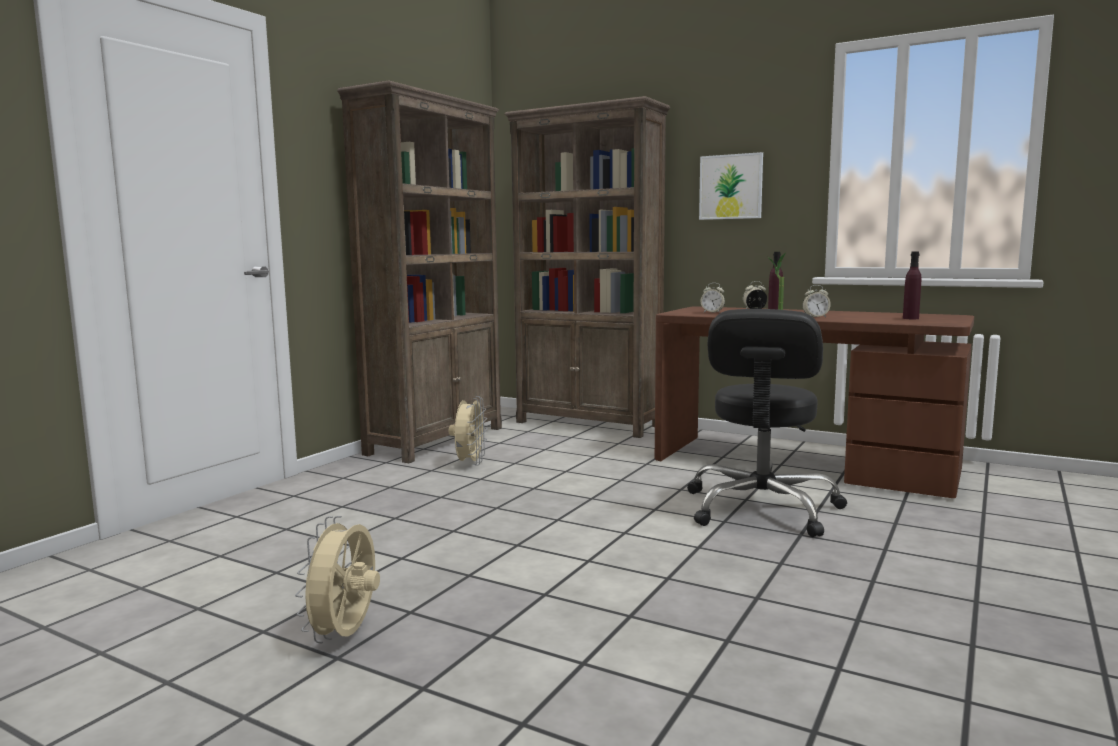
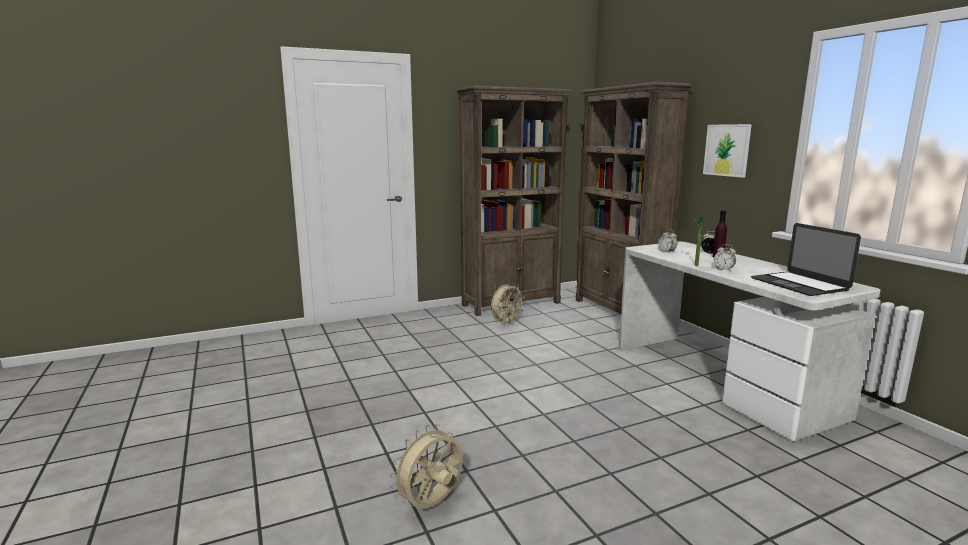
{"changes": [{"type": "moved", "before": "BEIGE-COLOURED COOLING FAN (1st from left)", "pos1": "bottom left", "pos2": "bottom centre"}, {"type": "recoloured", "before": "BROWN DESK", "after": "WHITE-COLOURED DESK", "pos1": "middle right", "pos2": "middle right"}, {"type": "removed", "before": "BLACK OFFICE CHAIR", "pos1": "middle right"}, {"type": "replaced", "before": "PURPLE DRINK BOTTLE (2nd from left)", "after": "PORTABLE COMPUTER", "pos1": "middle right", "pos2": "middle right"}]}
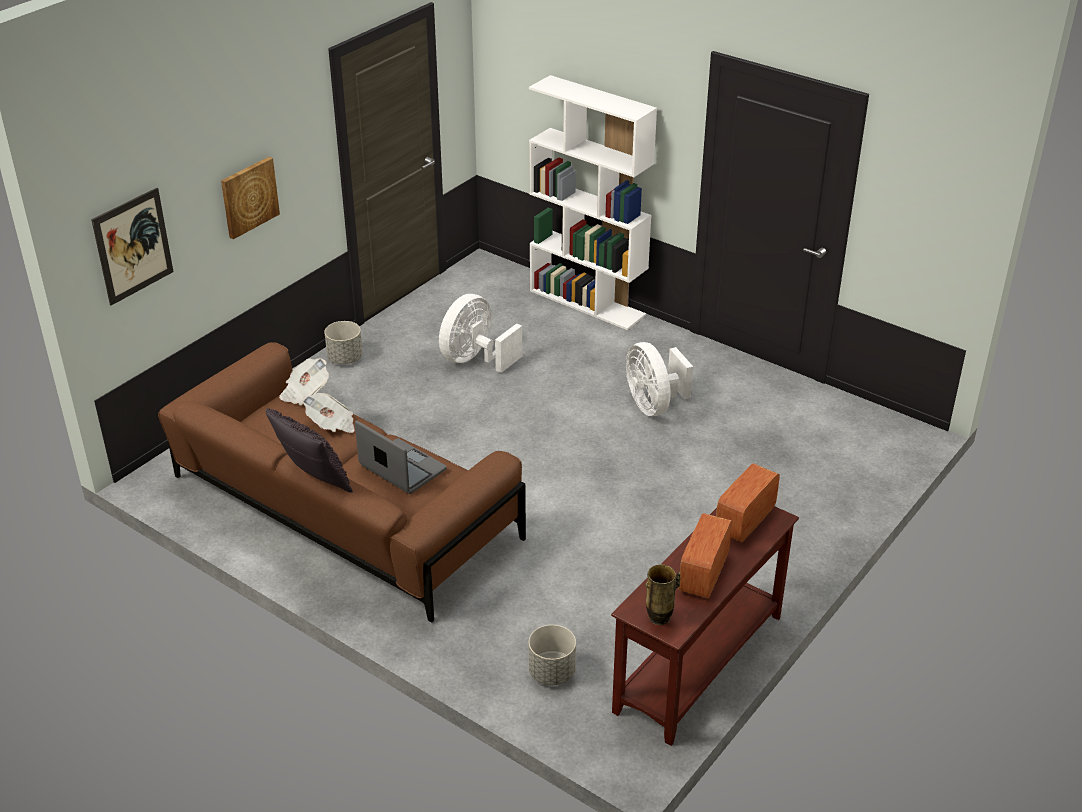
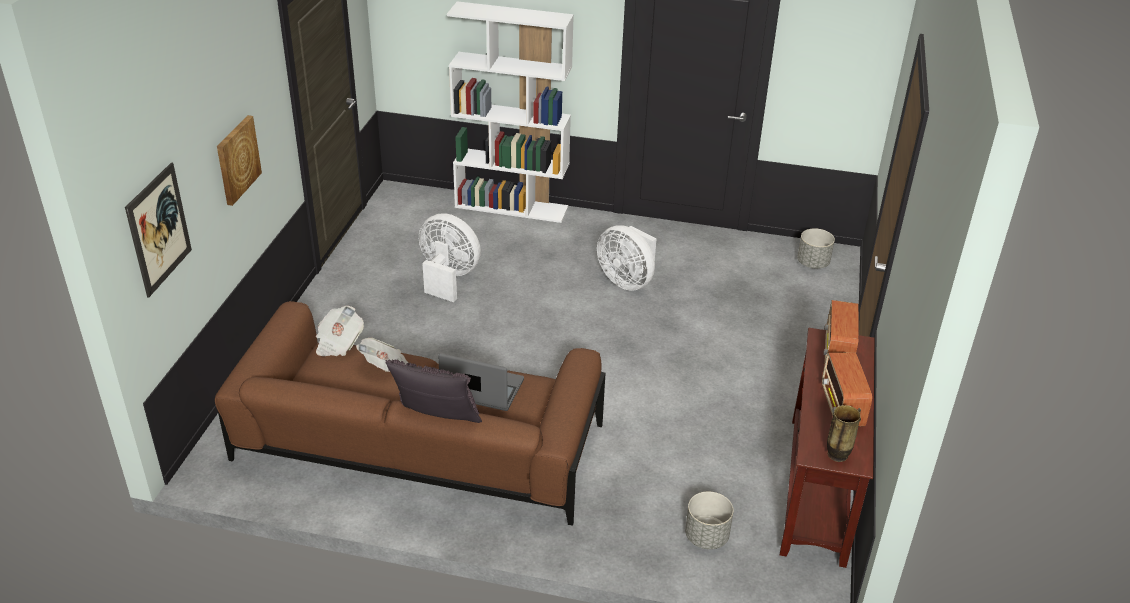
{"changes": [{"type": "moved", "before": "GREYISH PLANTER (1st from left in the first image)", "after": "GREYISH PLANTER (2nd from left)", "pos1": "middle left", "pos2": "middle right"}, {"type": "turned", "before": "WHITE-COLOURED COOLING FAN (1st from left)", "pos1": "centre", "pos2": "centre", "turn": 105}]}
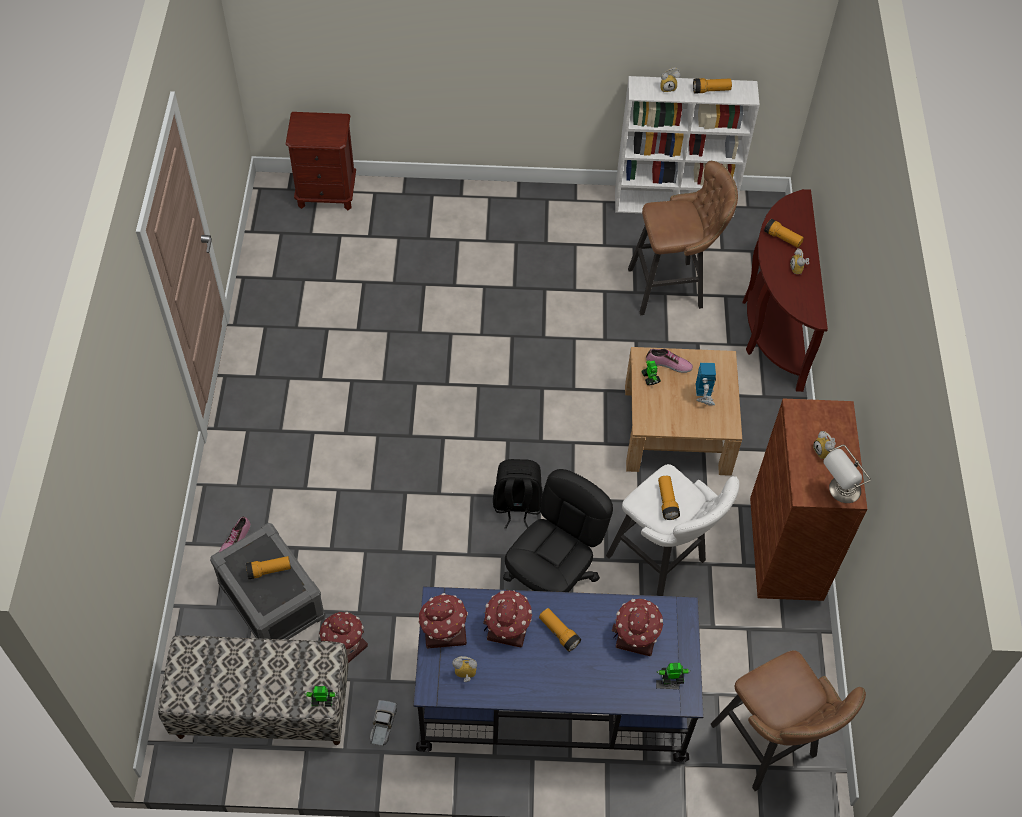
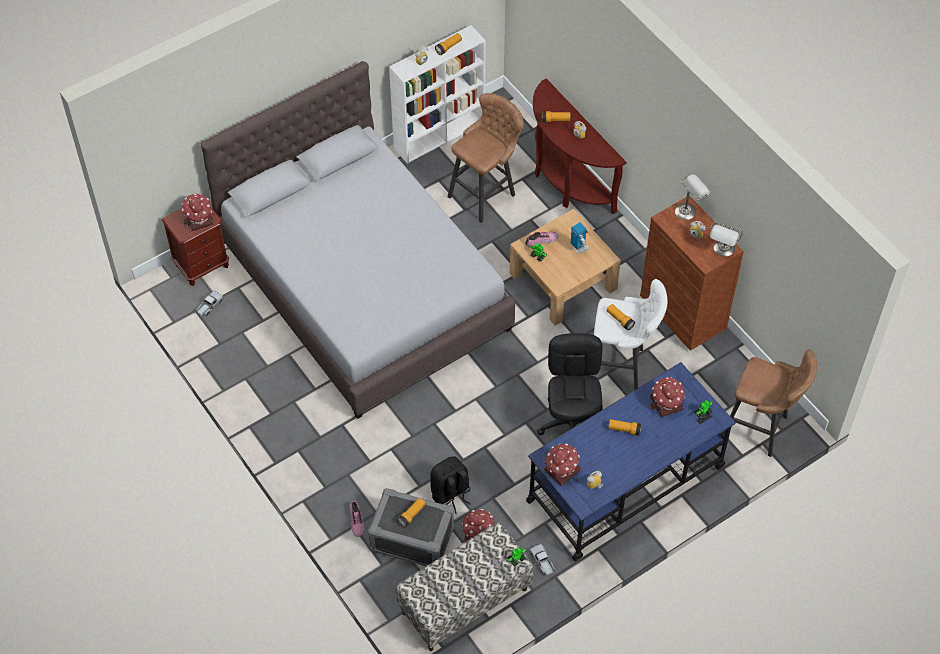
{"changes": [{"type": "moved", "before": "MODEL HOUSE (3rd from left in the first image)", "after": "MODEL HOUSE (1st from left)", "pos1": "bottom centre", "pos2": "top left"}, {"type": "moved", "before": "BLACK RUCKSACK", "pos1": "centre", "pos2": "bottom centre"}, {"type": "added", "after": "TOY TRUCK (1st from left)", "pos2": "middle left"}, {"type": "added", "after": "GREYISH BEDROOM BED", "pos2": "centre"}, {"type": "added", "after": "WHITE-COLOURED TABLE LAMP (1st from left)", "pos2": "top right"}]}
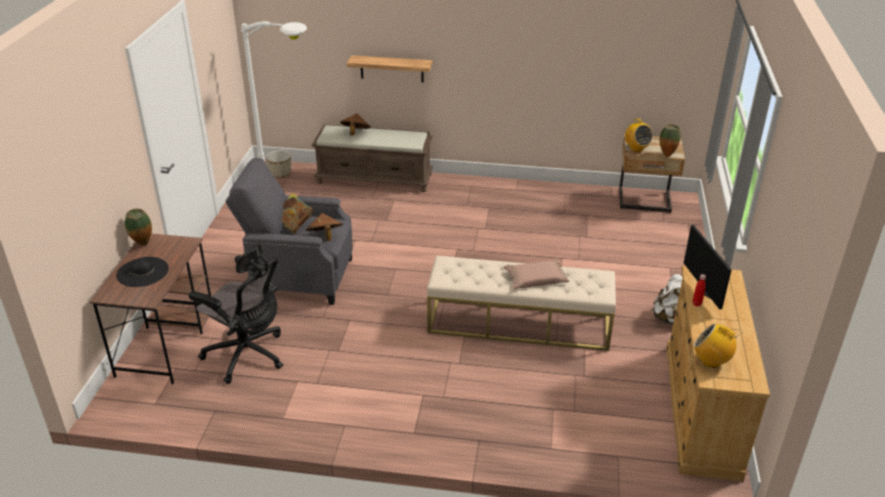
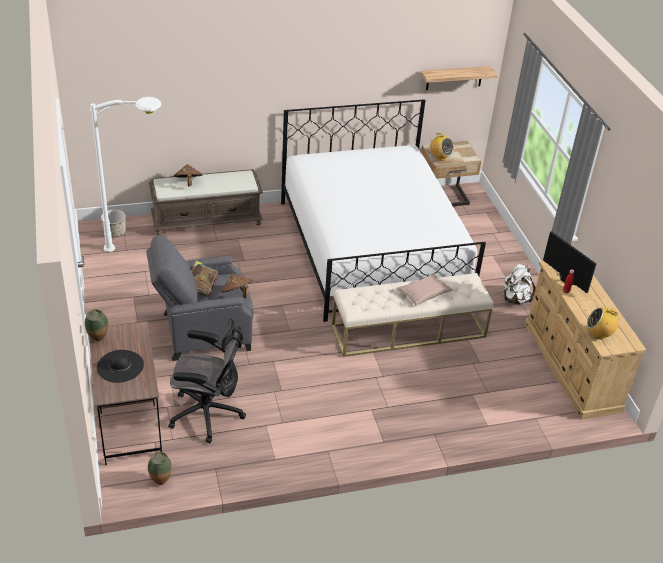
{"changes": [{"type": "moved", "before": "SHELF", "pos1": "top centre", "pos2": "top right"}, {"type": "moved", "before": "DECORATIVE VASE (2nd from left)", "pos1": "top right", "pos2": "bottom left"}, {"type": "added", "after": "WHITE-COLOURED BEDROOM BED", "pos2": "centre"}]}
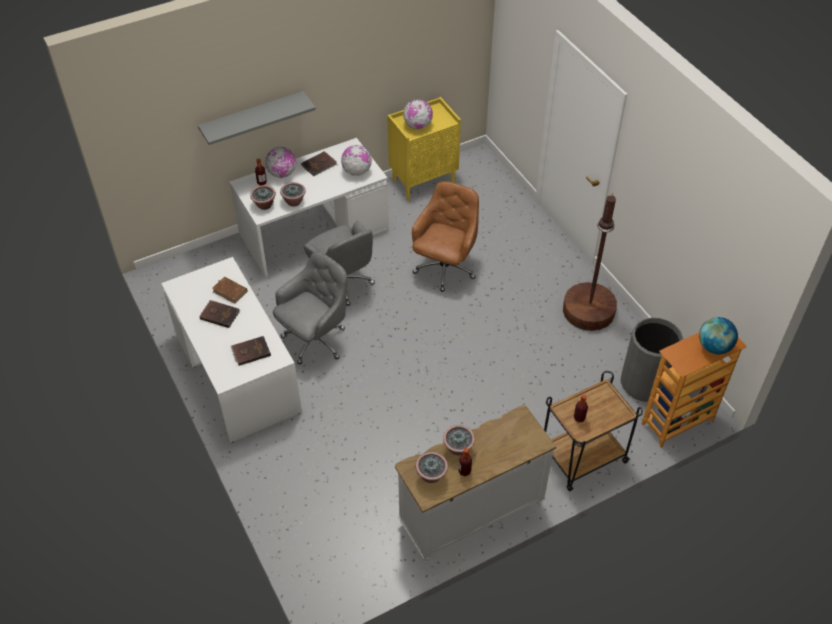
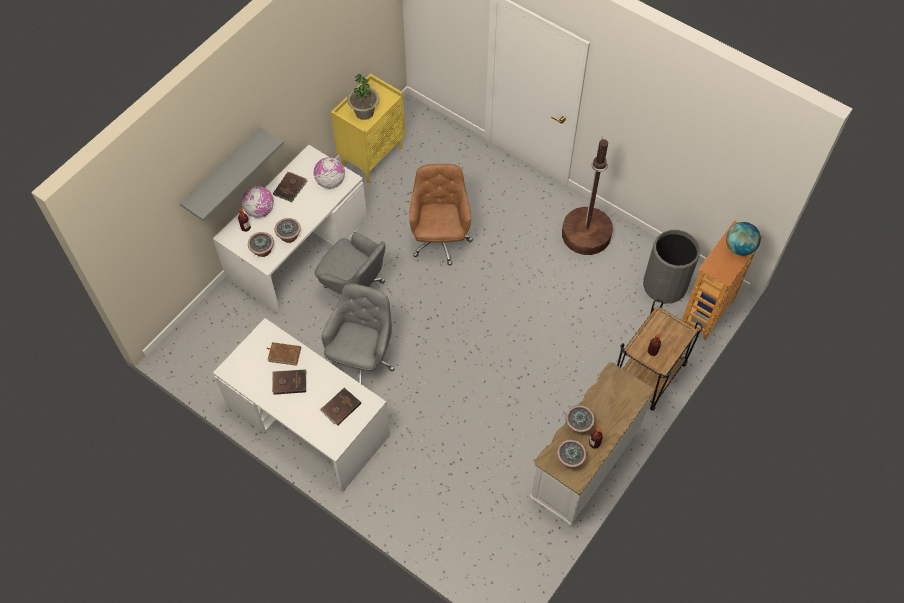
{"changes": [{"type": "replaced", "before": "GLOBE (3rd from left)", "after": "HOUSEPLANT (3rd from left)", "pos1": "top centre", "pos2": "top centre"}]}
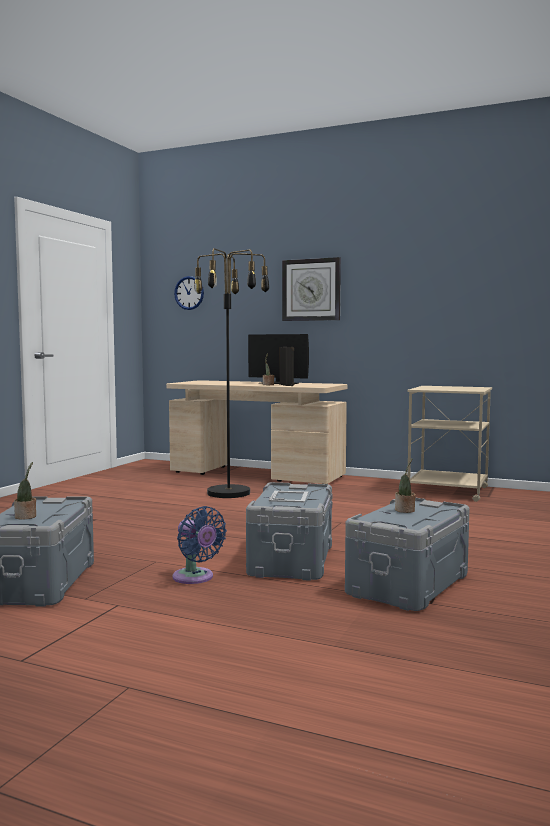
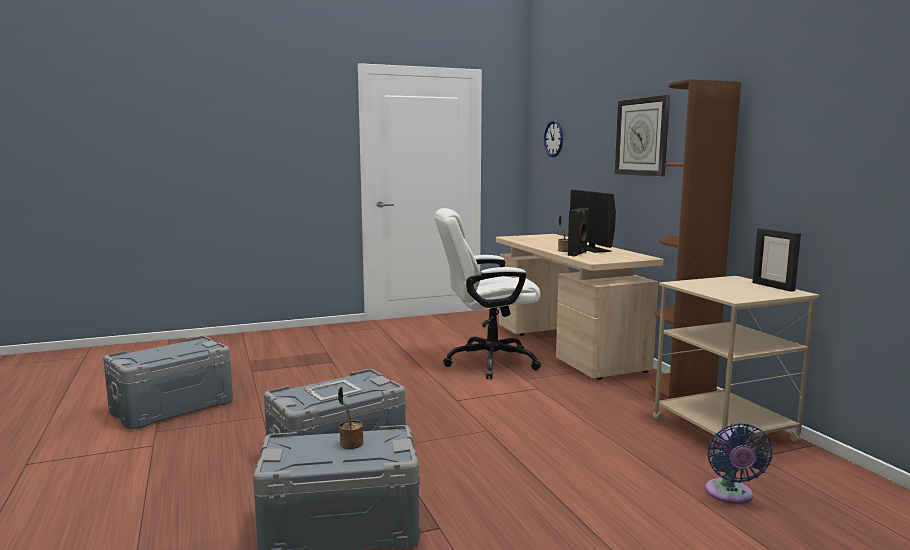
{"changes": [{"type": "removed", "before": "HOUSEPLANT (1st from left)", "pos1": "middle left"}, {"type": "moved", "before": "BLUE-COLOURED COOLING FAN", "pos1": "centre", "pos2": "bottom right"}, {"type": "replaced", "before": "STANDING LAMP", "after": "WHITE-COLOURED OFFICE CHAIR", "pos1": "centre", "pos2": "centre"}, {"type": "added", "after": "BROWN BOOKCASE", "pos2": "middle right"}, {"type": "added", "after": "PHOTO FRAME (2nd from left)", "pos2": "middle right"}]}
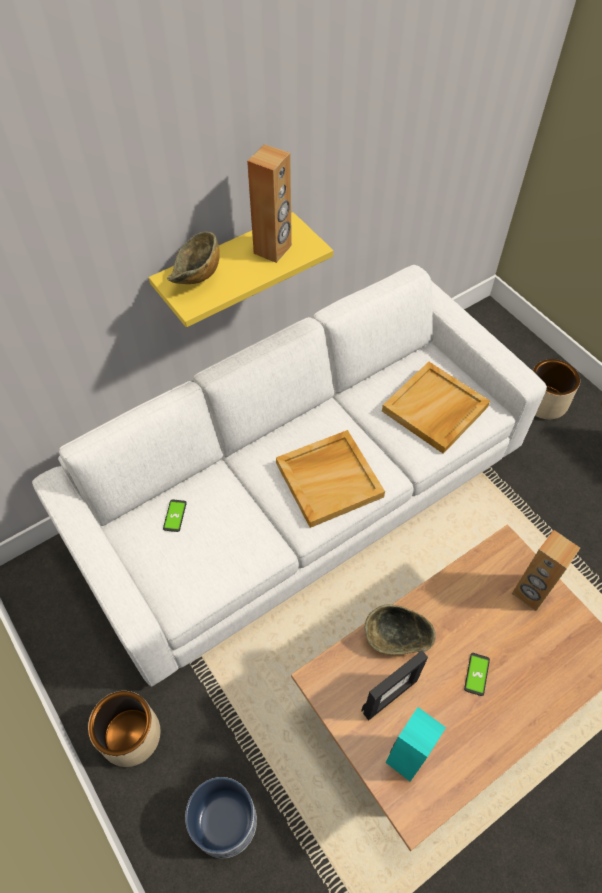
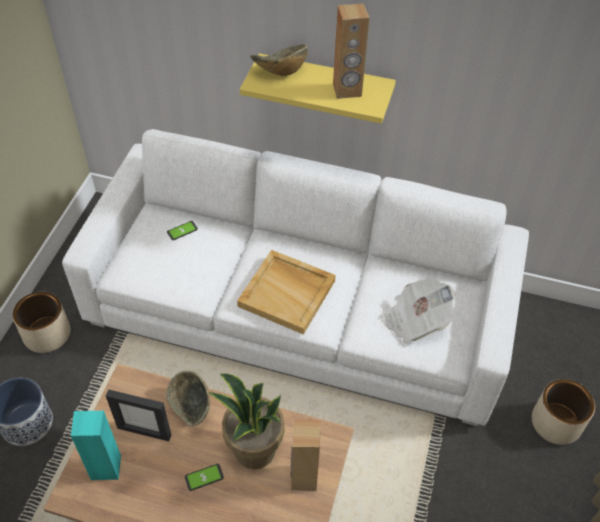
{"changes": [{"type": "replaced", "before": "BEIGE-COLOURED TRAY (2nd from left)", "after": "NEWSPAPER", "pos1": "middle right", "pos2": "middle right"}, {"type": "added", "after": "HOUSEPLANT", "pos2": "bottom centre"}]}
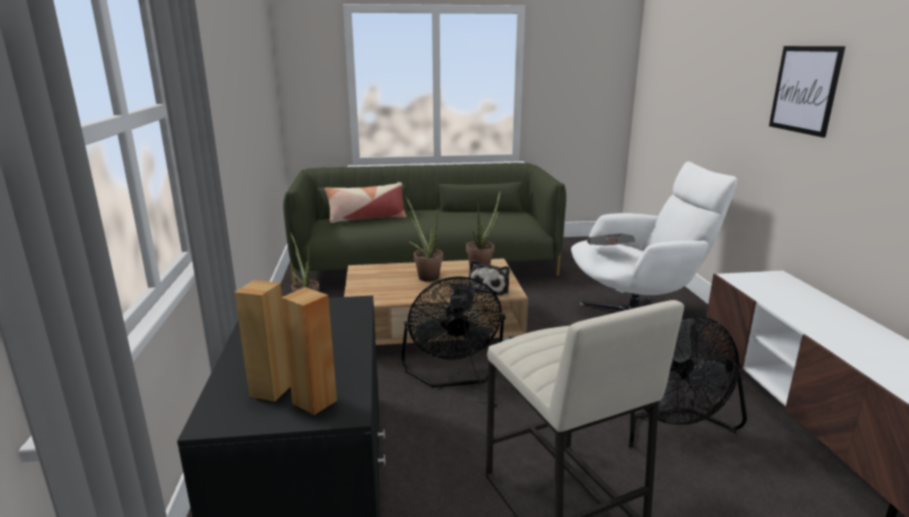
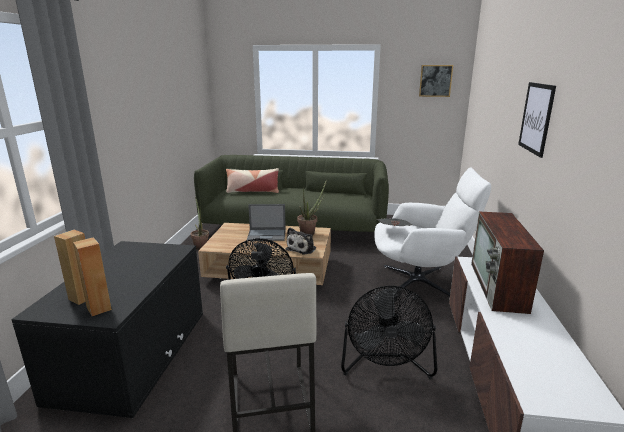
{"changes": [{"type": "replaced", "before": "HOUSEPLANT (2nd from left)", "after": "PORTABLE COMPUTER", "pos1": "centre", "pos2": "centre"}, {"type": "added", "after": "WALL PICTURE (1st from left)", "pos2": "top right"}, {"type": "added", "after": "TV SET", "pos2": "middle right"}]}
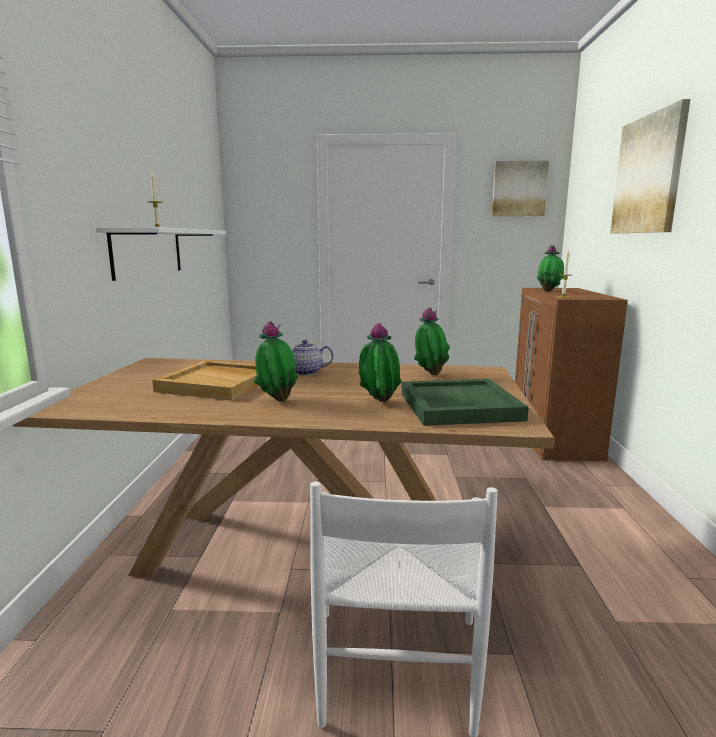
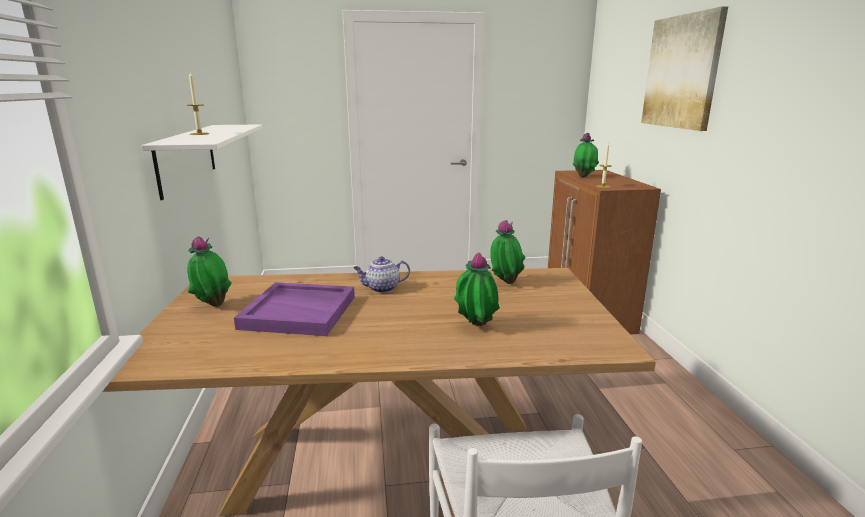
{"changes": [{"type": "recoloured", "before": "BEIGE-COLOURED TRAY", "after": "PURPLE TRAY", "pos1": "middle left", "pos2": "centre"}, {"type": "moved", "before": "HOUSEPLANT (1st from left)", "pos1": "centre", "pos2": "middle left"}, {"type": "removed", "before": "GREEN TRAY", "pos1": "centre"}, {"type": "removed", "before": "WALL PICTURE (1st from left)", "pos1": "top right"}]}
